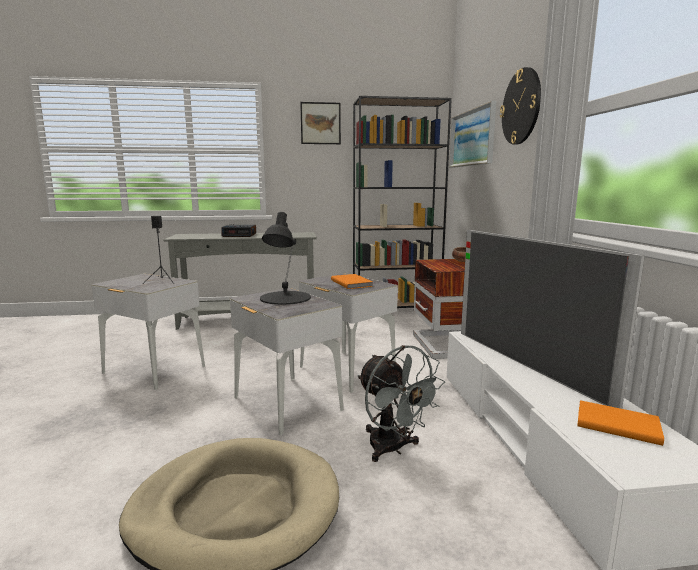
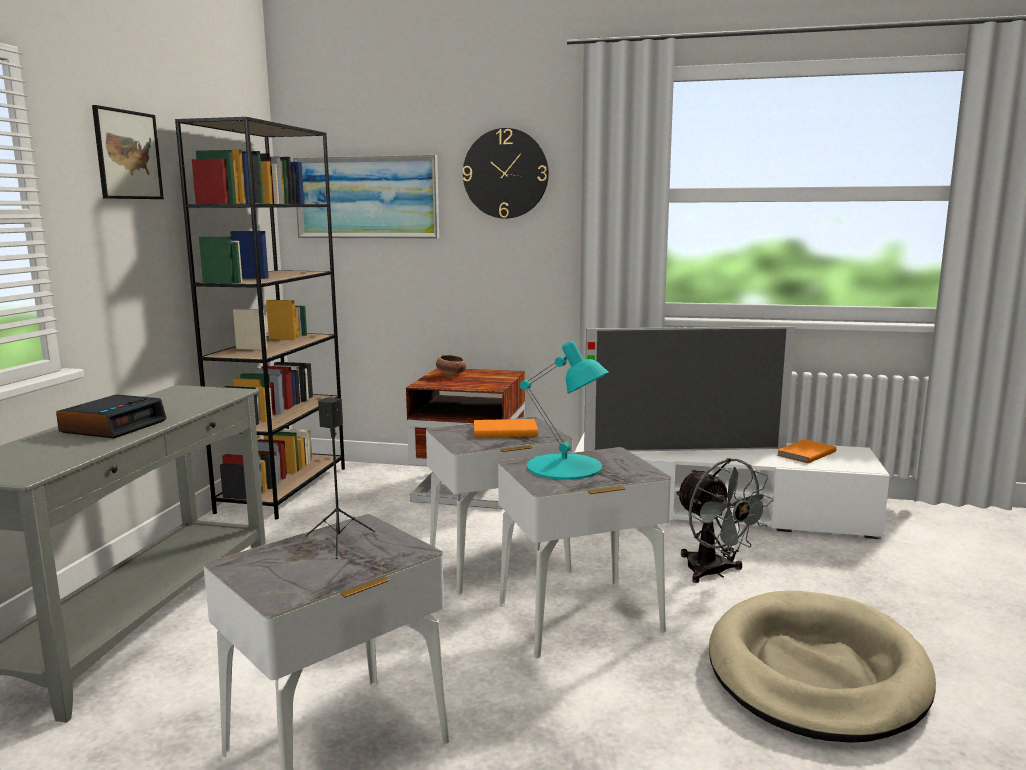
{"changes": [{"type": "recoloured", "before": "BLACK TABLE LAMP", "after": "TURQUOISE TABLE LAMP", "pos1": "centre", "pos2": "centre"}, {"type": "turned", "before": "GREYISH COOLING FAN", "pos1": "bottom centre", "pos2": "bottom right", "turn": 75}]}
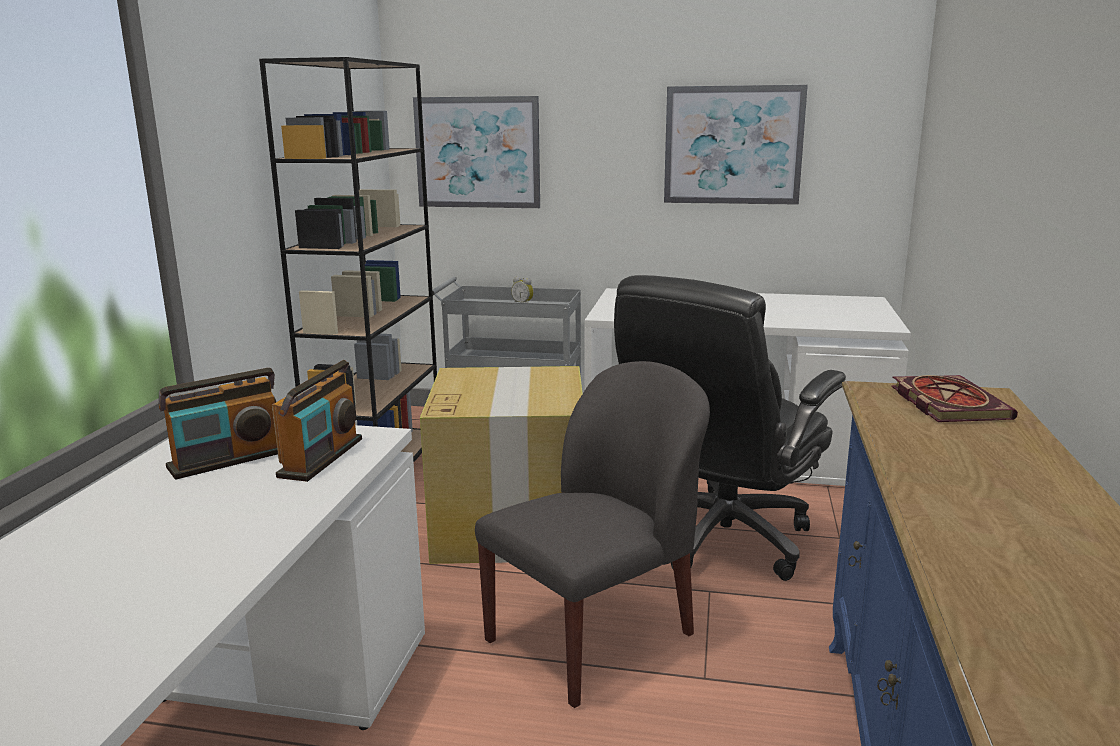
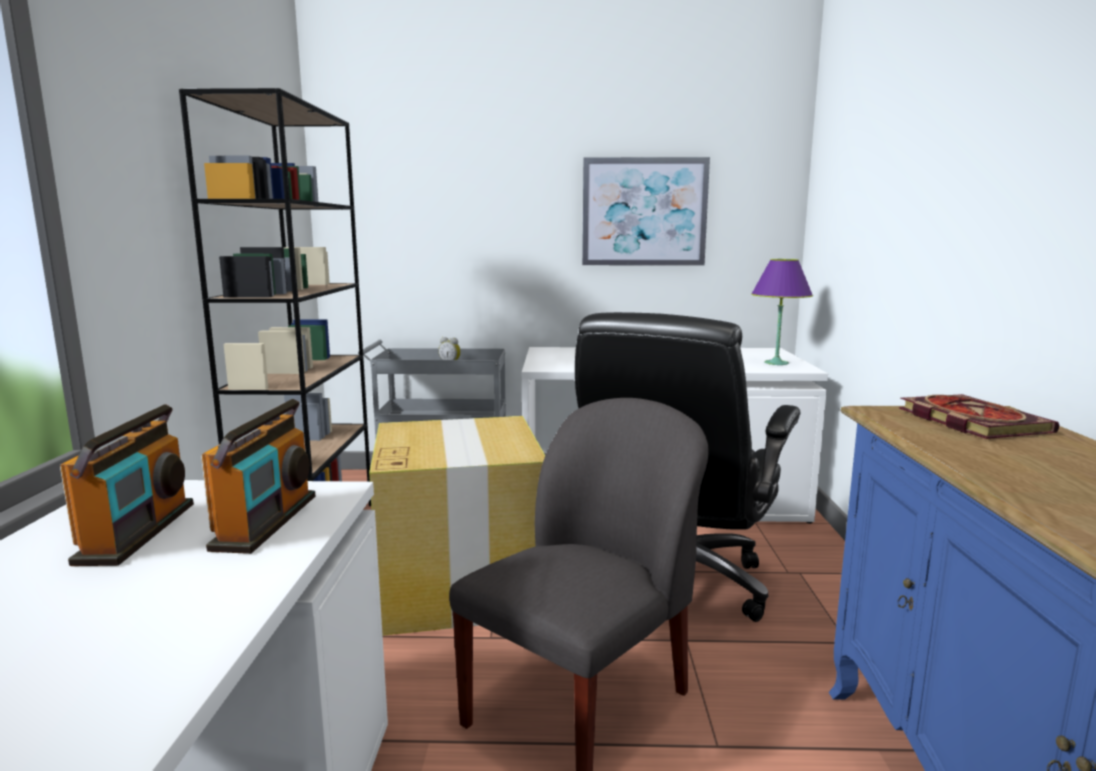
{"changes": [{"type": "turned", "before": "RADIO RECEIVER (1st from left)", "pos1": "middle left", "pos2": "middle left", "turn": -45}, {"type": "removed", "before": "WALL PICTURE (1st from left)", "pos1": "top centre"}, {"type": "added", "after": "PURPLE TABLE LAMP", "pos2": "middle right"}]}
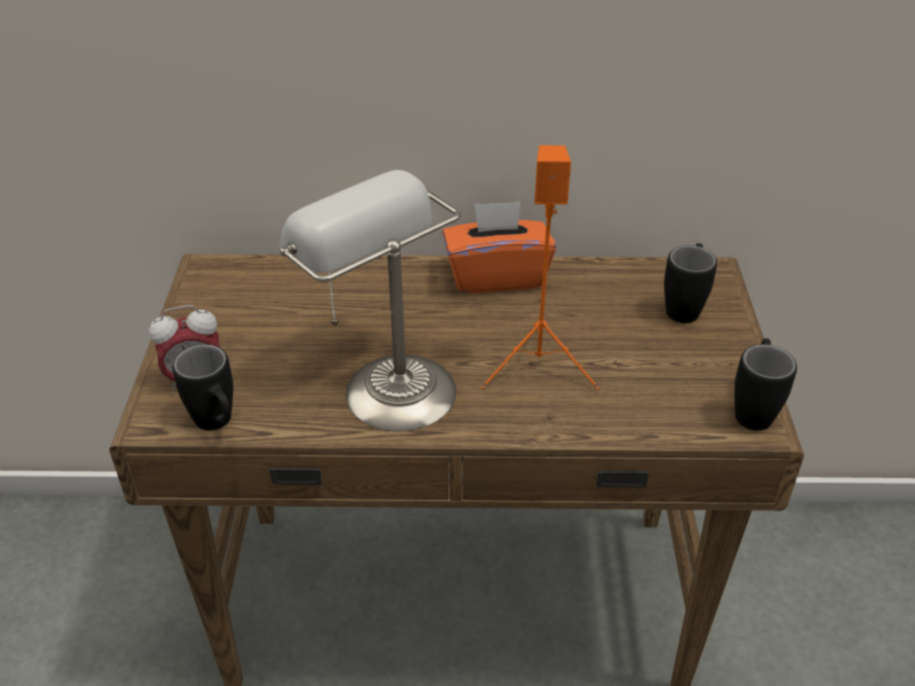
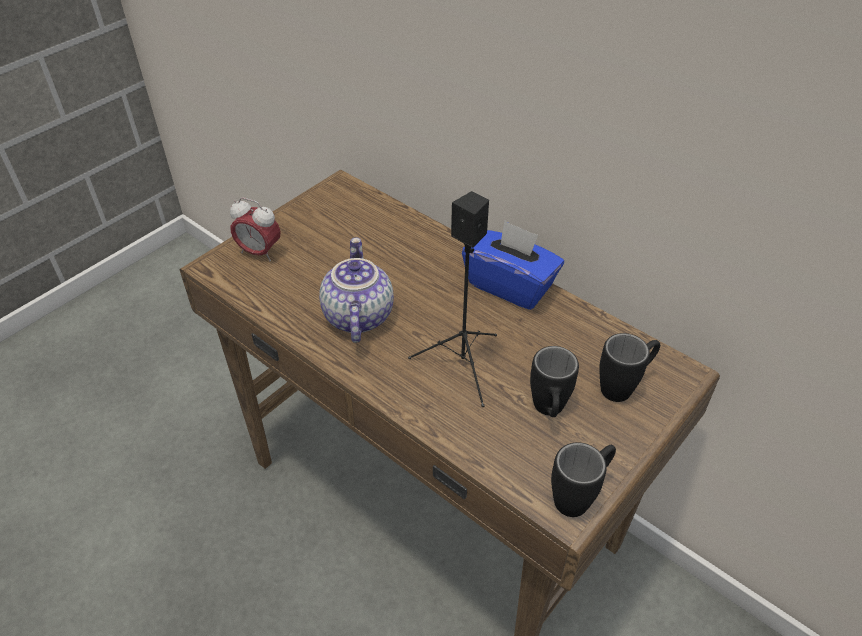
{"changes": [{"type": "moved", "before": "BLACK COFFEE MUG (1st from left)", "pos1": "middle left", "pos2": "centre"}, {"type": "replaced", "before": "WHITE-COLOURED TABLE LAMP", "after": "TEA POT", "pos1": "centre", "pos2": "centre"}, {"type": "recoloured", "before": "ORANGE-COLOURED TISSUE BOX", "after": "BLUE-COLOURED TISSUE BOX", "pos1": "centre", "pos2": "centre"}, {"type": "recoloured", "before": "ORANGE-COLOURED AUDIO SPEAKER", "after": "BLACK AUDIO SPEAKER", "pos1": "centre", "pos2": "centre"}]}
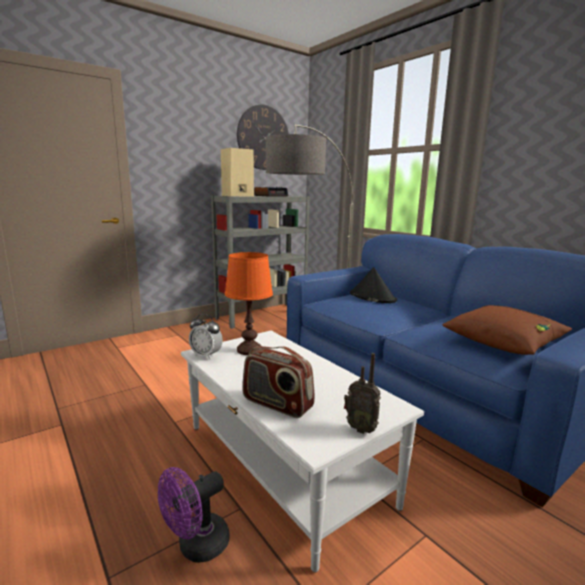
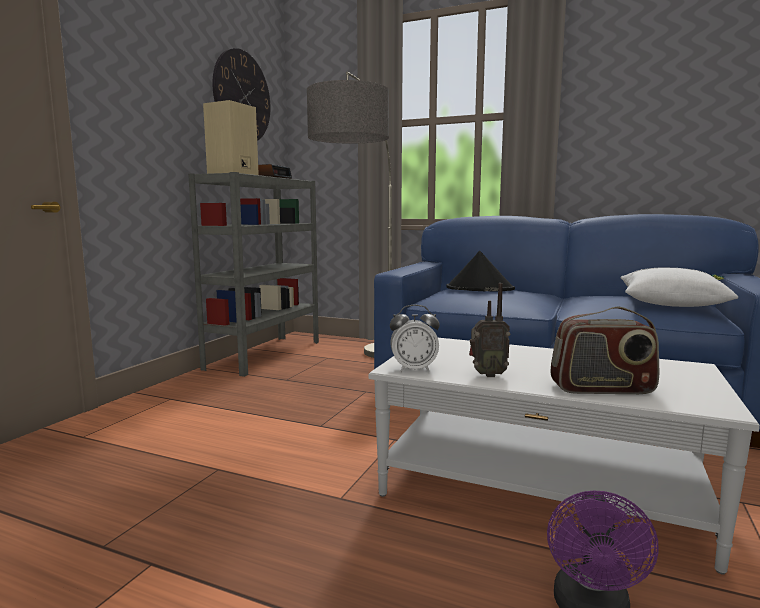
{"changes": [{"type": "removed", "before": "ORANGE-COLOURED TABLE LAMP", "pos1": "centre"}, {"type": "moved", "before": "RADIO RECEIVER (2nd from left in the first image)", "after": "RADIO RECEIVER (1st from left)", "pos1": "bottom centre", "pos2": "centre"}, {"type": "recoloured", "before": "BROWN CUSHION", "after": "WHITE-COLOURED CUSHION", "pos1": "middle right", "pos2": "middle right"}]}
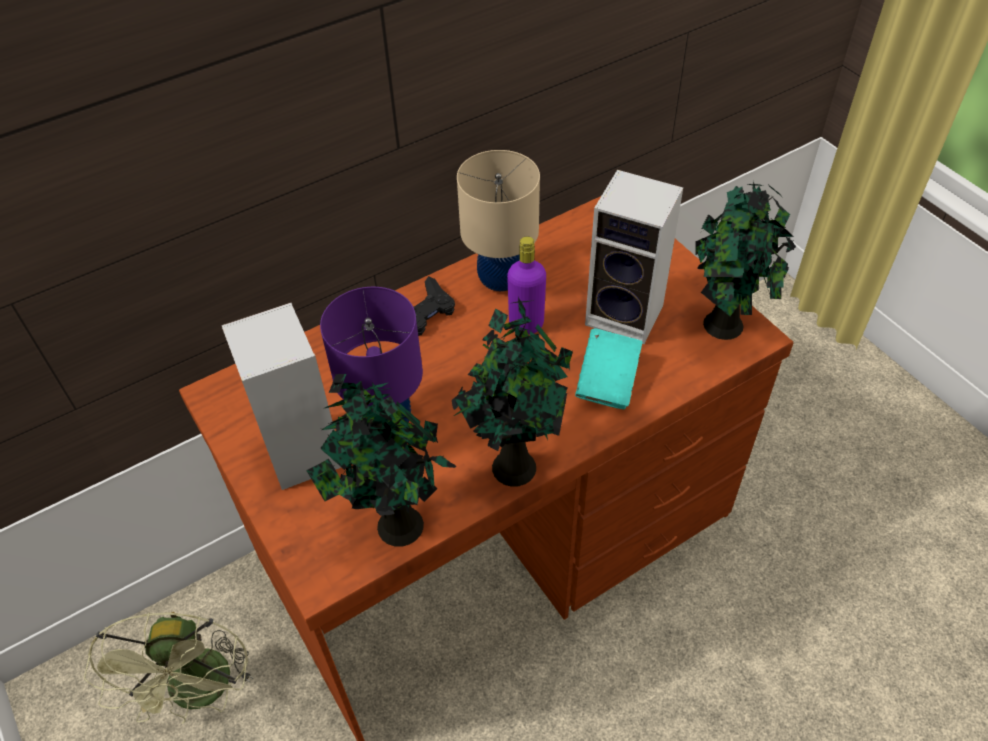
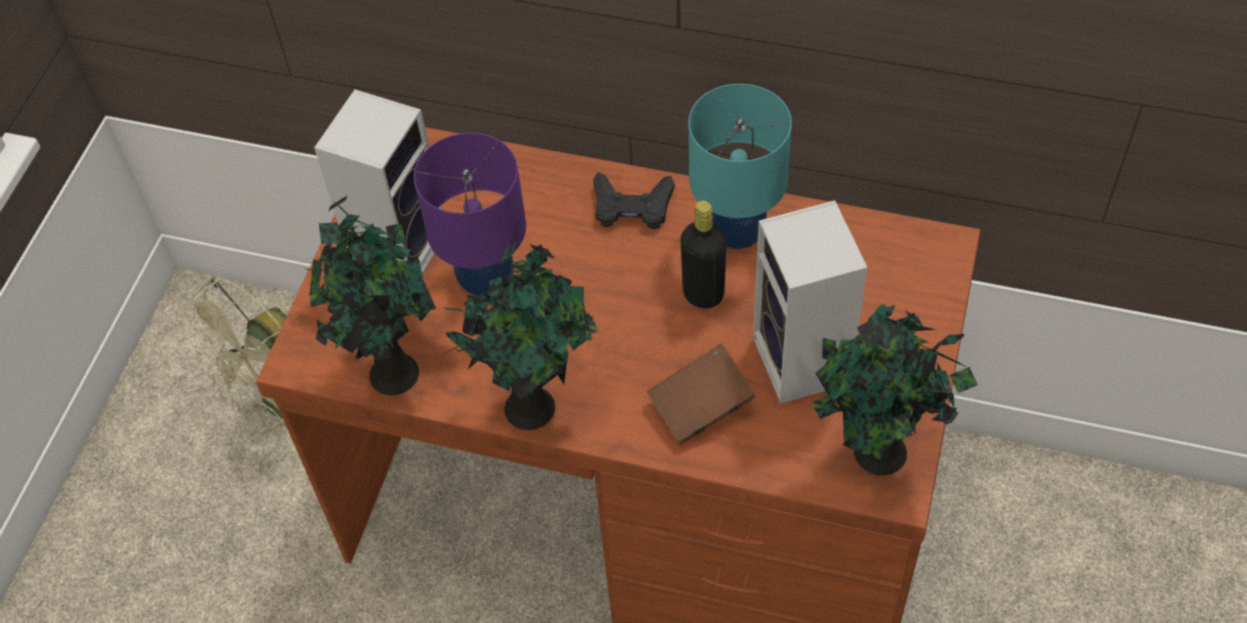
{"changes": [{"type": "recoloured", "before": "BEIGE-COLOURED TABLE LAMP", "after": "TURQUOISE TABLE LAMP", "pos1": "top centre", "pos2": "top centre"}, {"type": "recoloured", "before": "PURPLE DRINK BOTTLE", "after": "BLACK DRINK BOTTLE", "pos1": "centre", "pos2": "centre"}, {"type": "recoloured", "before": "TURQUOISE BOUND BOOK", "after": "BROWN BOUND BOOK", "pos1": "centre", "pos2": "centre"}]}
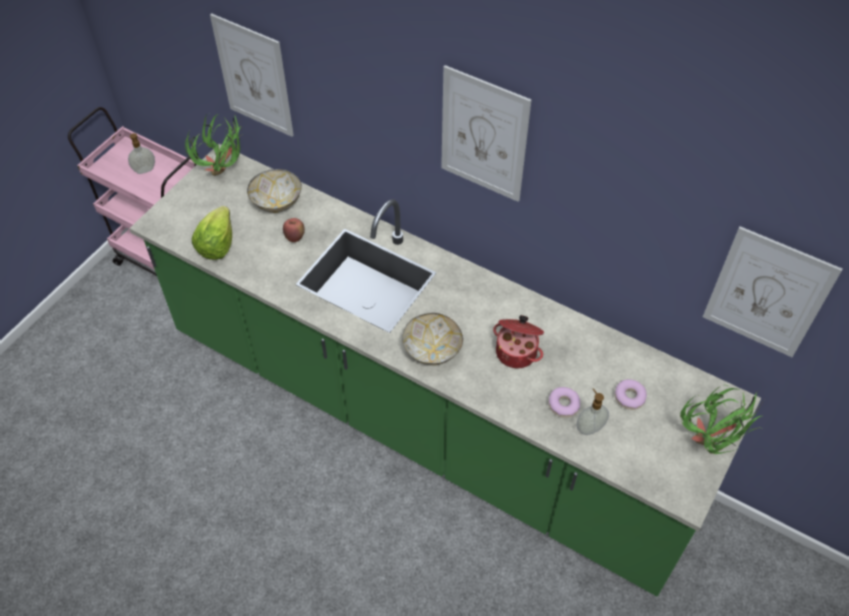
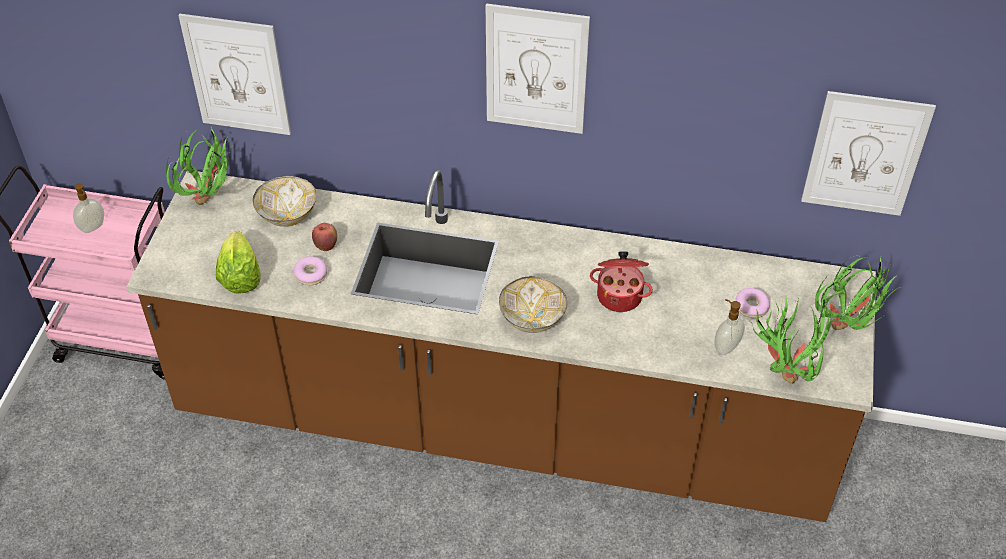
{"changes": [{"type": "recoloured", "before": "GREEN KITCHEN BASE UNIT", "after": "BROWN KITCHEN BASE UNIT", "pos1": "centre", "pos2": "centre"}, {"type": "moved", "before": "DONUT (1st from left)", "pos1": "centre", "pos2": "middle left"}, {"type": "added", "after": "HOUSEPLANT (2nd from left)", "pos2": "middle right"}]}
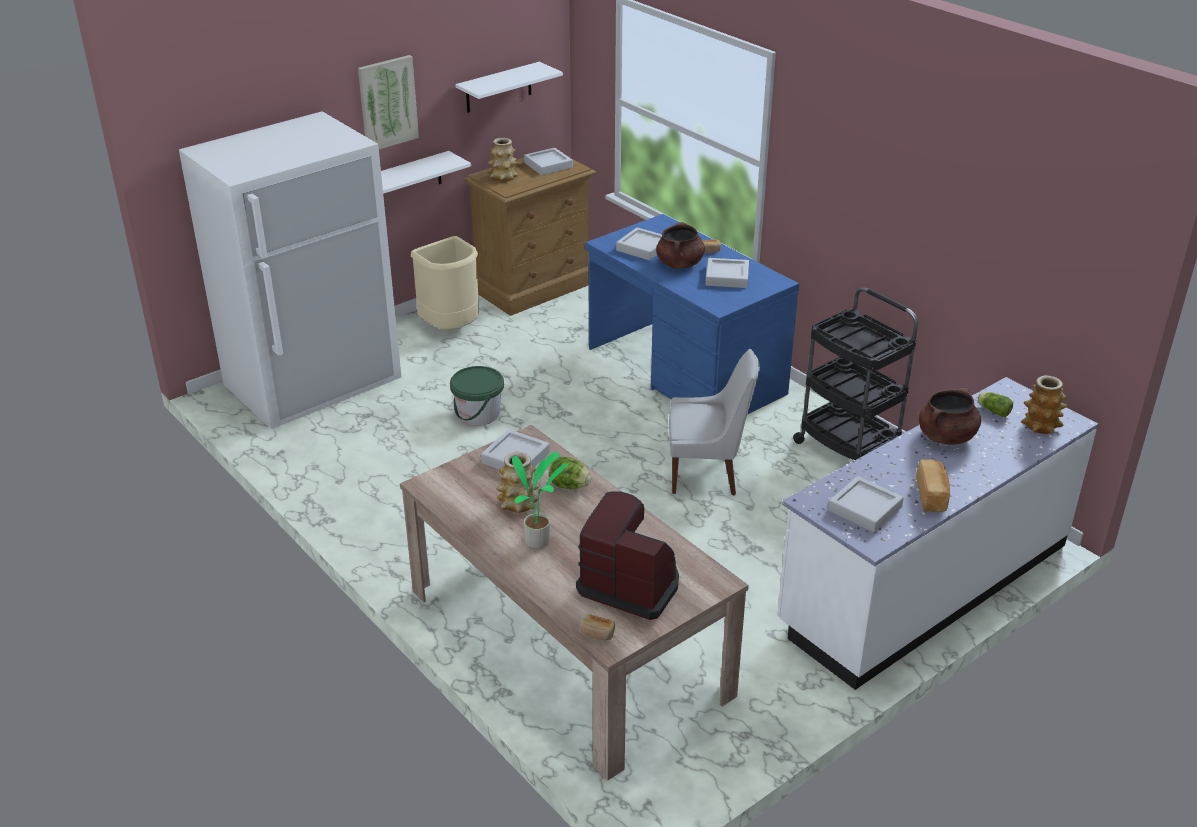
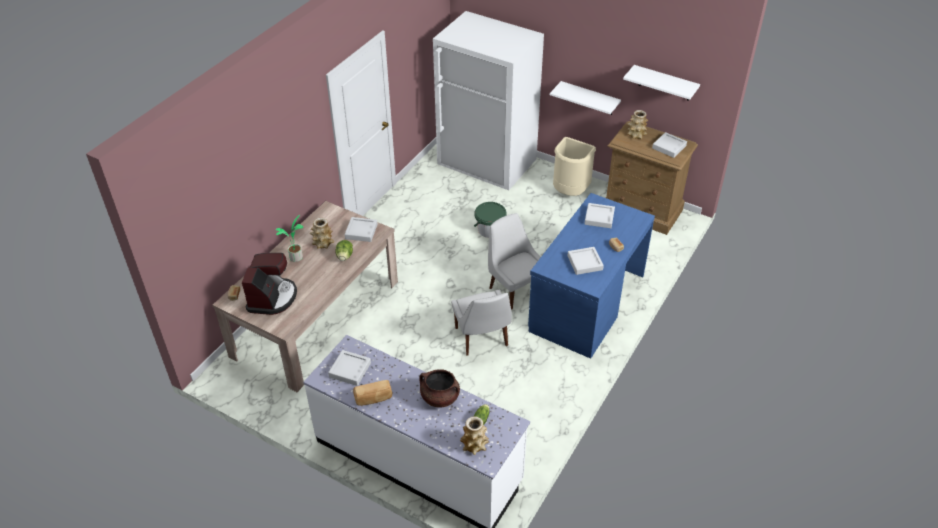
{"changes": [{"type": "removed", "before": "WALL PICTURE", "pos1": "top left"}, {"type": "removed", "before": "BROWN SAUCEPOT (1st from left)", "pos1": "top centre"}, {"type": "removed", "before": "BLACK WHEELED CART", "pos1": "middle right"}, {"type": "added", "after": "WHITE-COLOURED PLAIN CHAIR (2nd from left)", "pos2": "centre"}]}
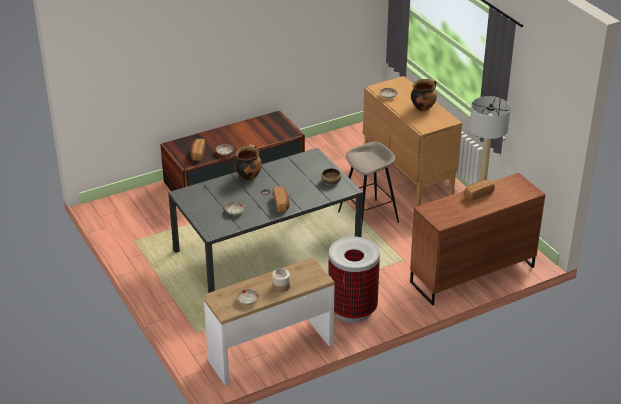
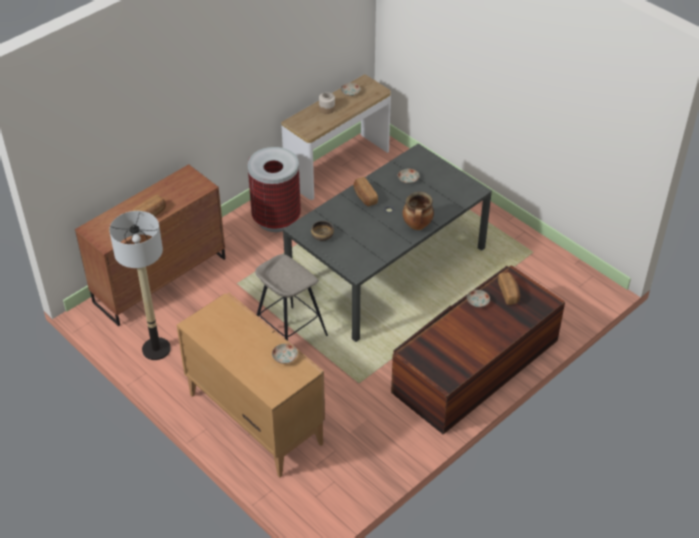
{"changes": [{"type": "removed", "before": "SAUCEPOT (2nd from left)", "pos1": "top right"}]}
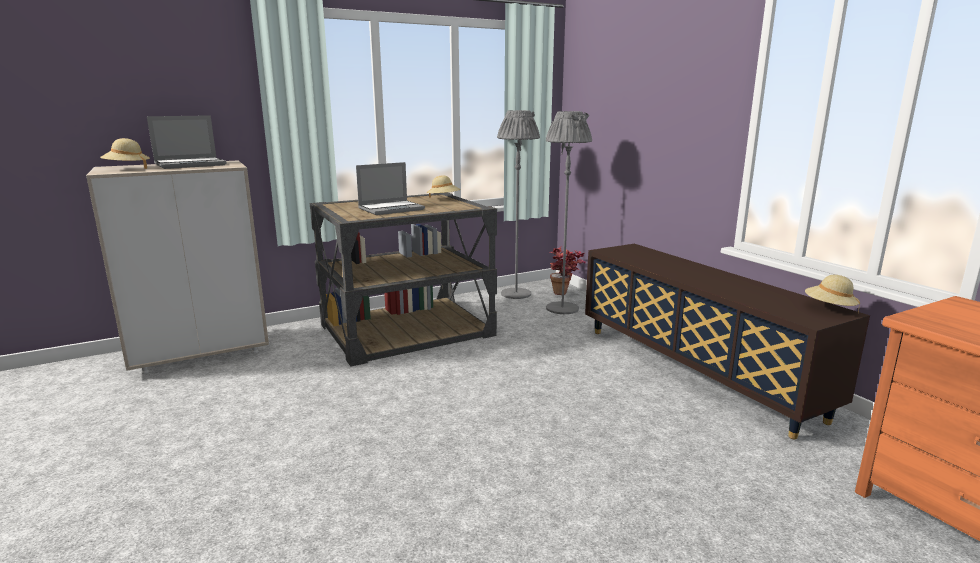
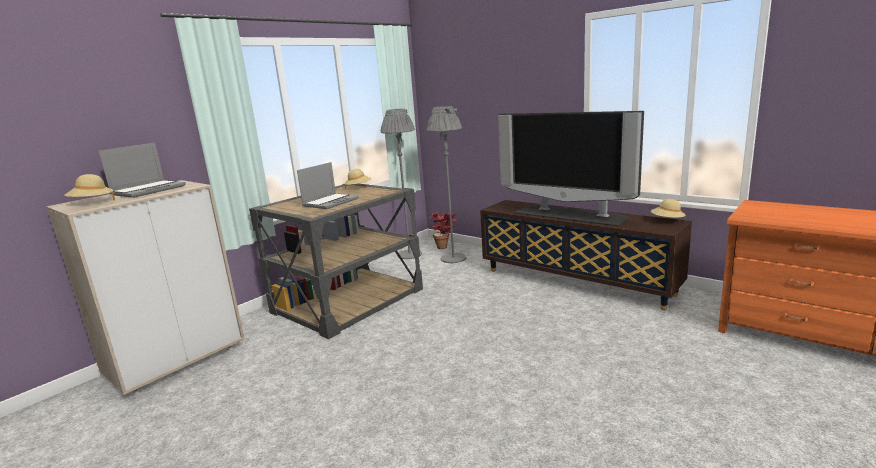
{"changes": [{"type": "added", "after": "TV SET", "pos2": "centre"}]}
